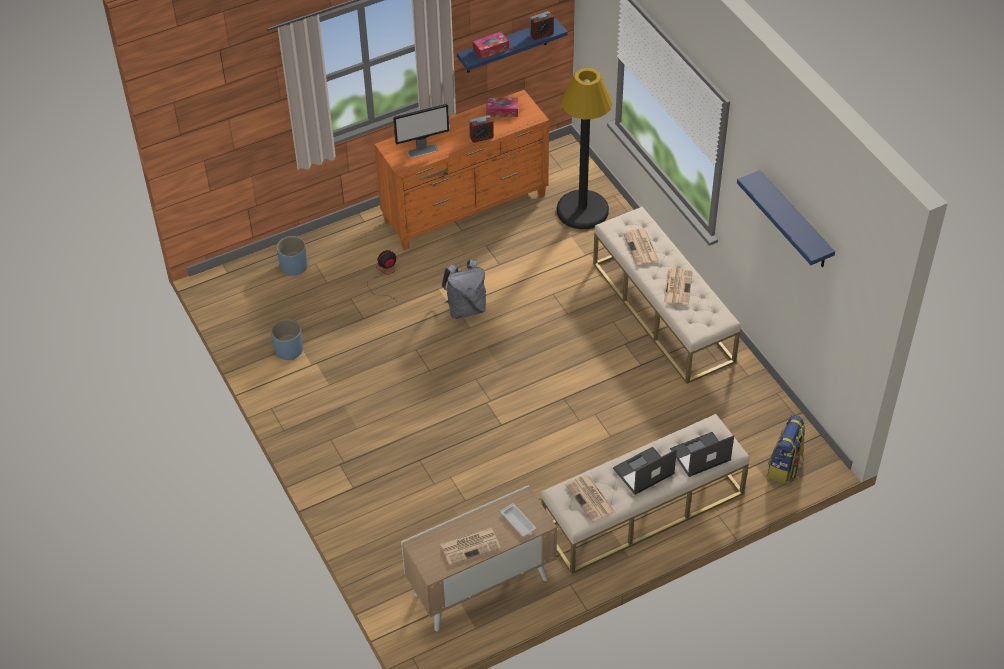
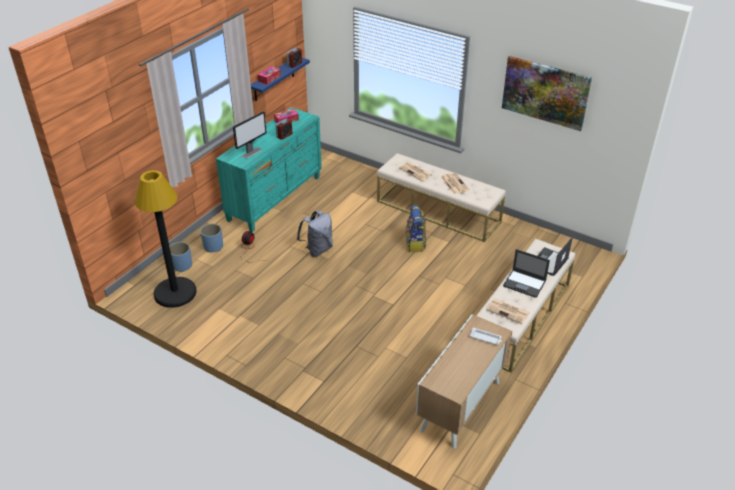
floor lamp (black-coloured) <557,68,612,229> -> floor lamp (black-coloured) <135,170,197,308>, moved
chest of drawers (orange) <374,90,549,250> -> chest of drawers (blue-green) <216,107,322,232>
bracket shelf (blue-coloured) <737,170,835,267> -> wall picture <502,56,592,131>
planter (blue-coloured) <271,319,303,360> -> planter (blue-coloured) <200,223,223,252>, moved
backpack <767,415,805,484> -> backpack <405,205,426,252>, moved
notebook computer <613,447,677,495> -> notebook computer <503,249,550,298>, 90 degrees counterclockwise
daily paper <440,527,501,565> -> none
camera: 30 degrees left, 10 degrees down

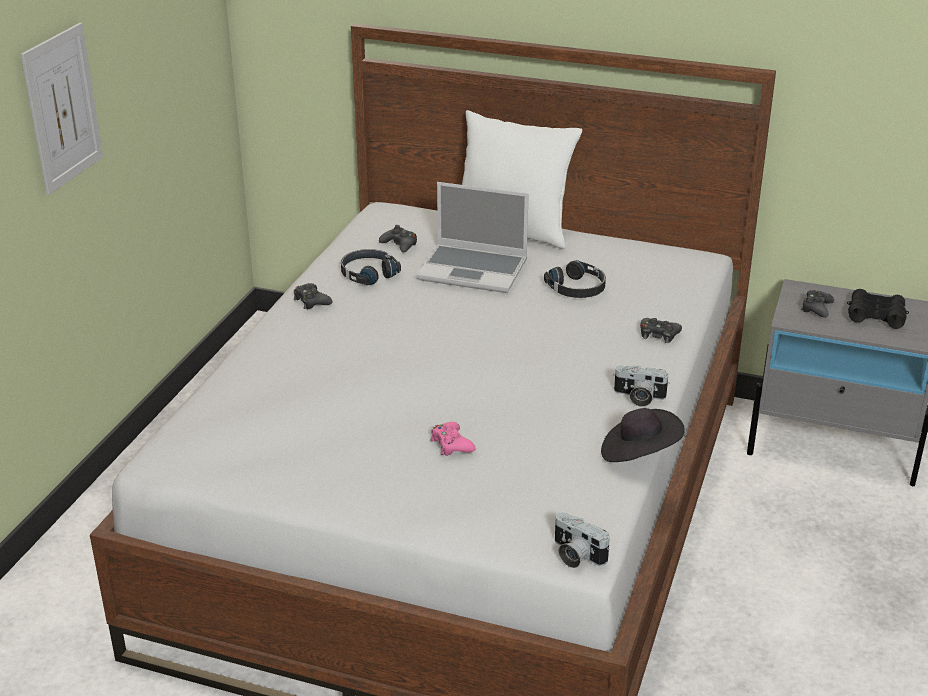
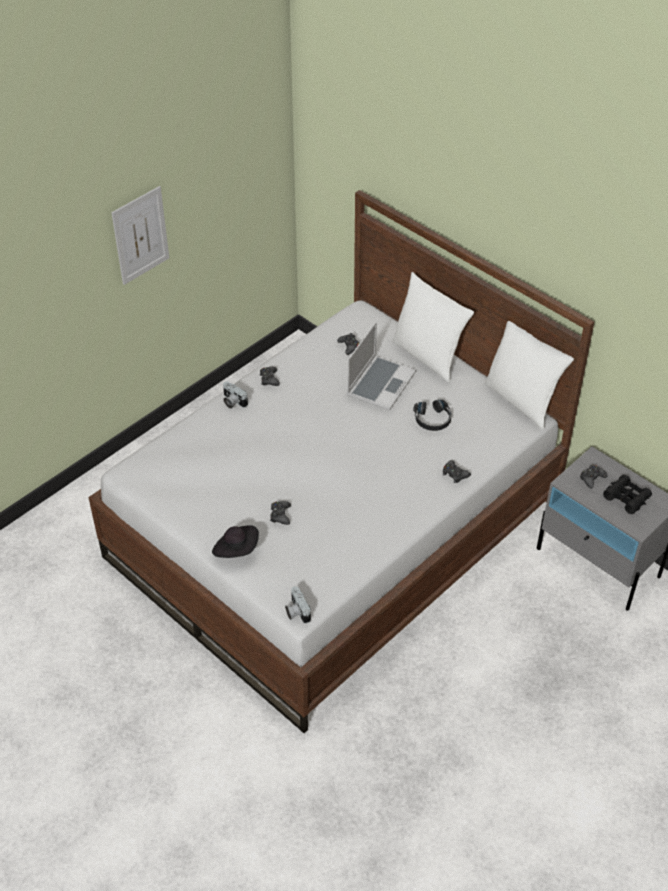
notebook computer <416,182,529,293> -> notebook computer <347,322,416,411>, 105 degrees counterclockwise
pair of headphones (black-coloured) <341,249,401,285> -> none
still camera <613,365,670,407> -> still camera <223,381,248,409>, moved
clothing hat (black-coloured) <601,408,685,462> -> clothing hat (black-coloured) <212,525,259,558>, moved
game controller (pink-coloured) <431,422,476,456> -> game controller (black-coloured) <270,501,291,525>
none -> throw pillow (white) <484,321,574,430>
camera: 25 degrees right, 15 degrees up

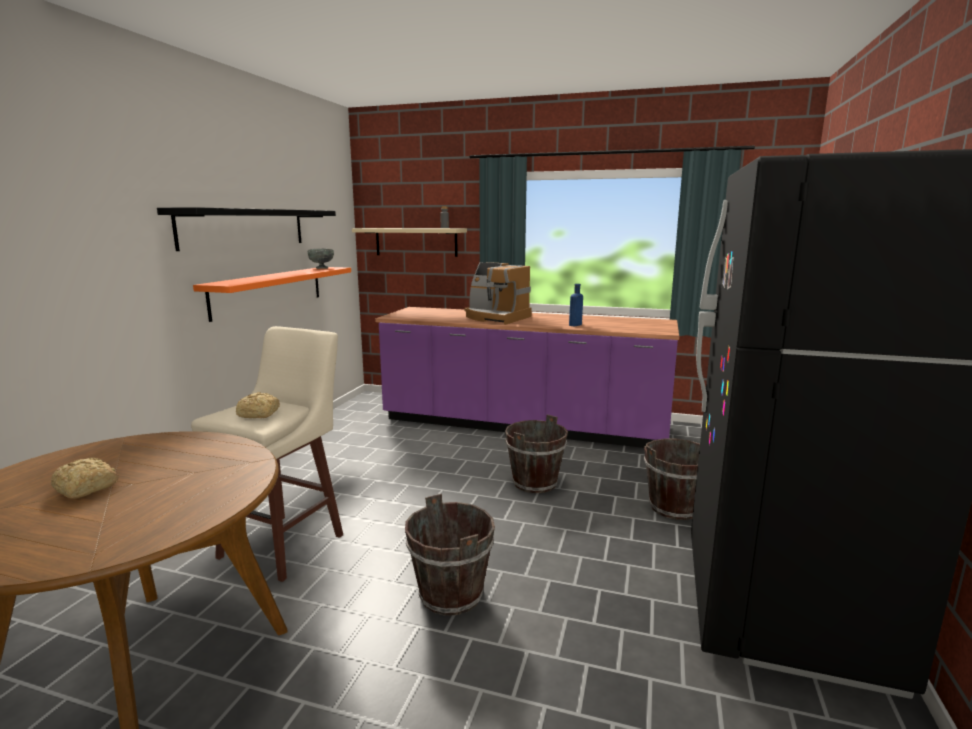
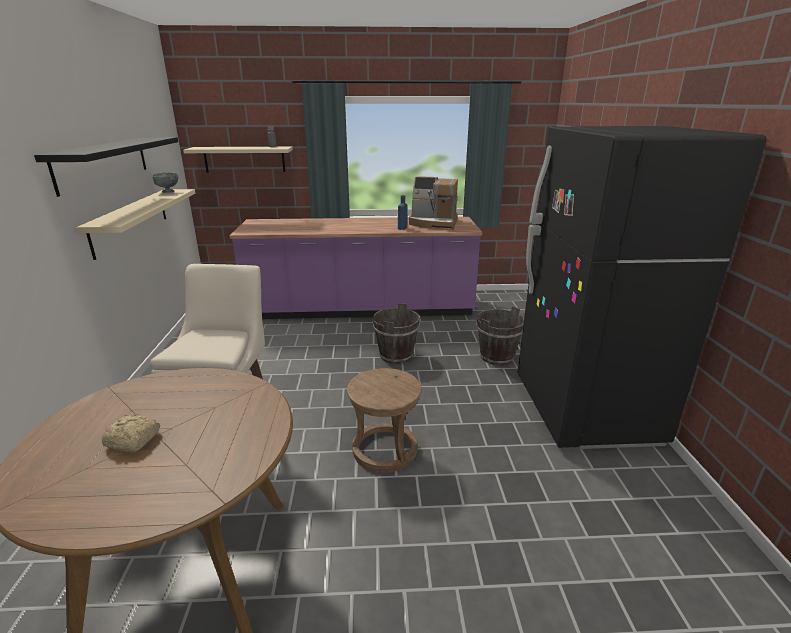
coffee brewer <465,262,532,325> -> coffee brewer <409,176,458,230>, moved
bracket shelf (orange) <193,267,351,322> -> bracket shelf (beige) <76,189,195,260>
bakery bread <236,392,280,418> -> none
bucket (brown-coloured) <405,494,495,616> -> stool (brown-coloured) <347,368,422,473>
camera: 20 degrees left, 10 degrees up

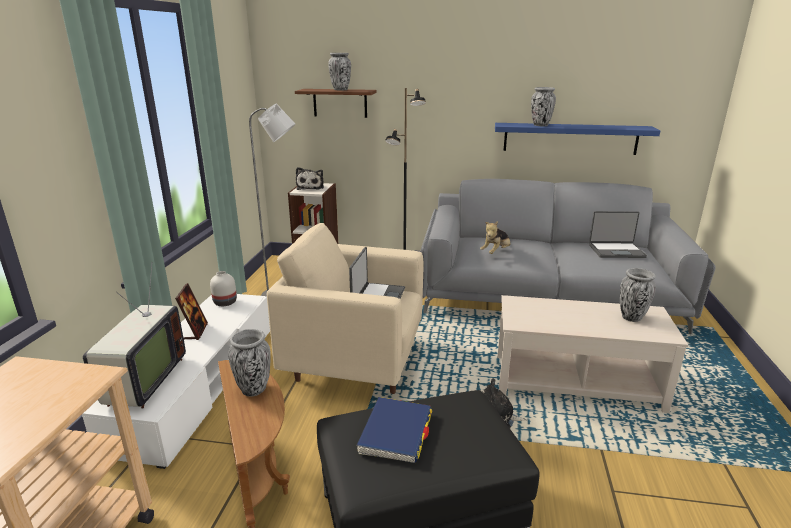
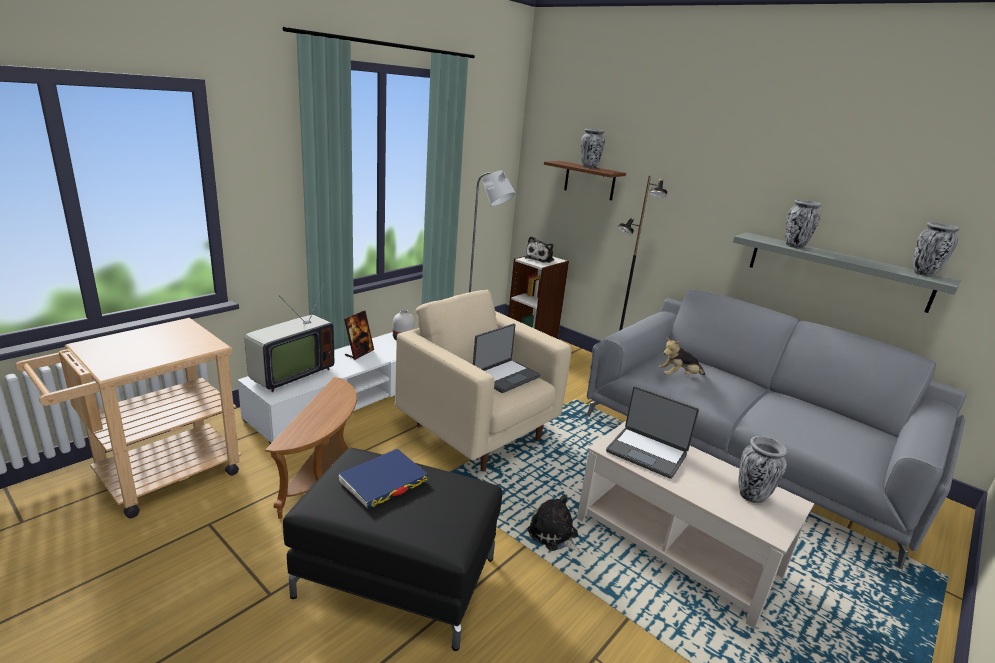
bracket shelf (blue-coloured) <495,123,660,155> -> bracket shelf (gray) <733,232,961,313>
notebook computer <589,211,647,258> -> notebook computer <606,386,699,479>, moved
vase <228,329,271,397> -> vase <913,222,960,277>, moved
camera: 30 degrees right, 0 degrees up

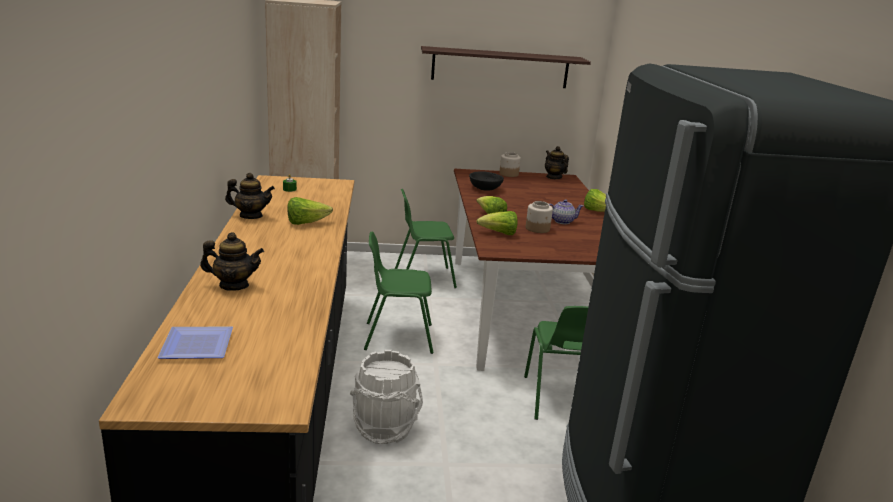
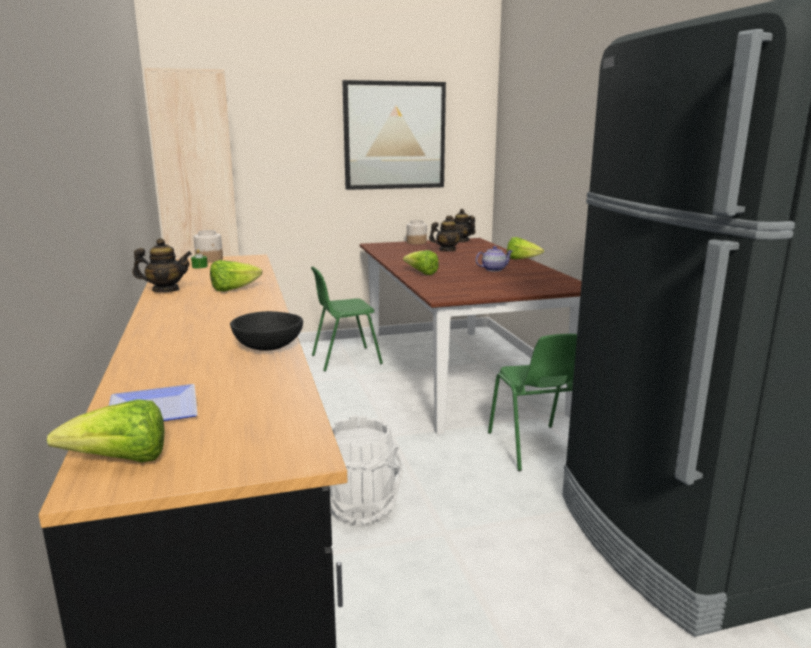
bracket shelf <421,46,591,88> -> wall picture <342,80,446,190>
serving bowl (black-coloured) <469,171,504,191> -> serving bowl (black-coloured) <230,311,303,351>, moved
jar <526,201,553,233> -> jar <194,230,223,262>, moved
lettuce head <476,211,518,235> -> lettuce head <47,399,164,462>, moved
chair (green-coloured) <364,231,434,354> -> none
teapot <200,232,264,291> -> teapot <429,216,466,251>, moved
camera: 10 degrees left, 5 degrees down

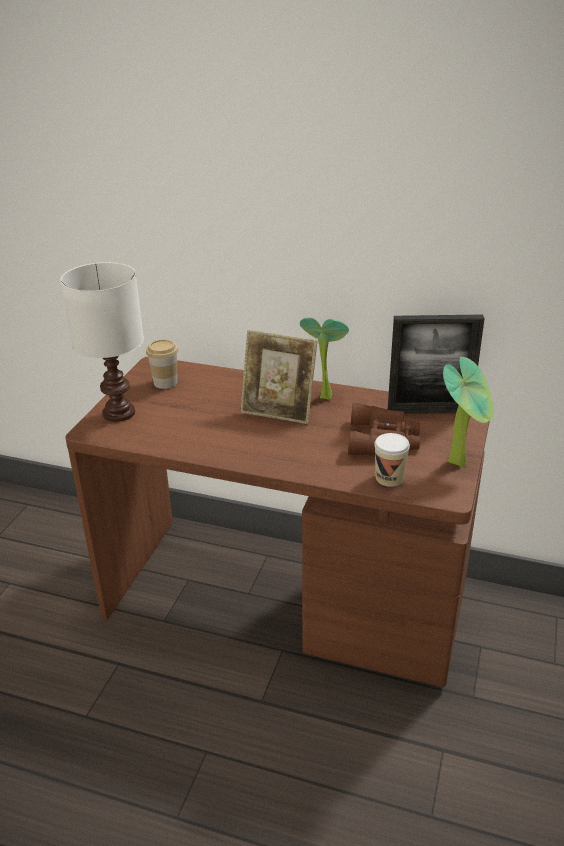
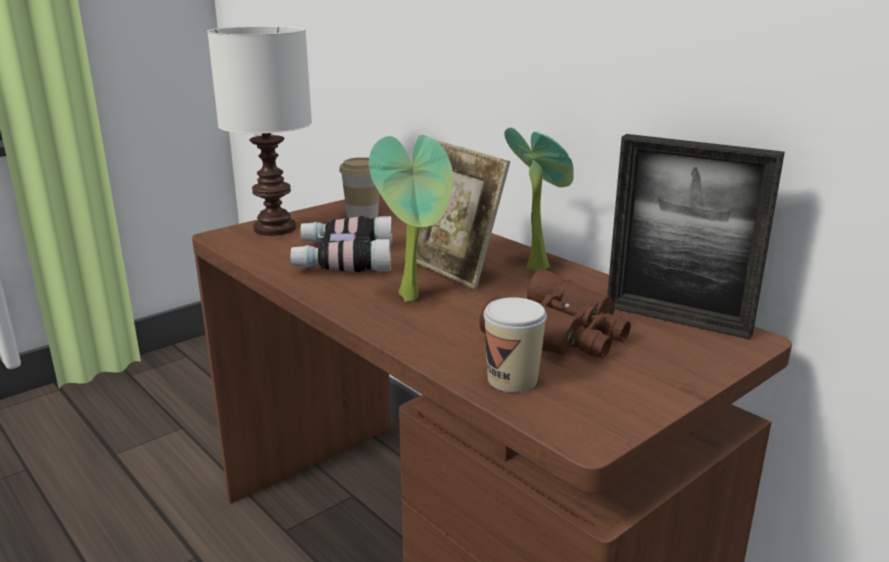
houseplant <443,357,494,468> -> houseplant <369,135,453,302>, moved
none -> field glasses <290,216,392,272>
camera: 30 degrees right, 10 degrees down

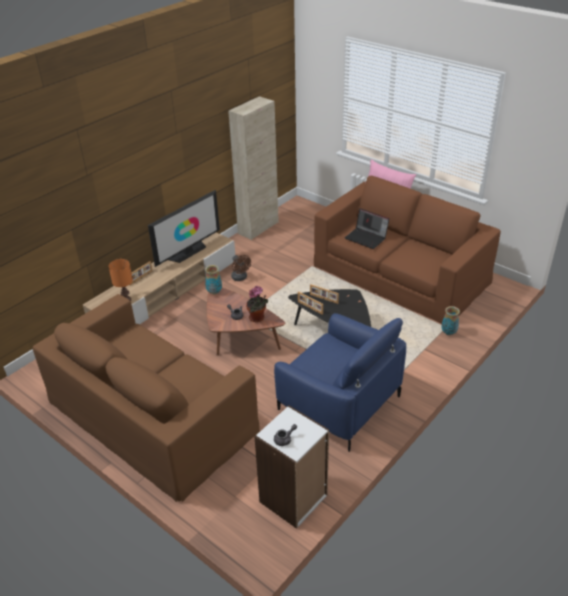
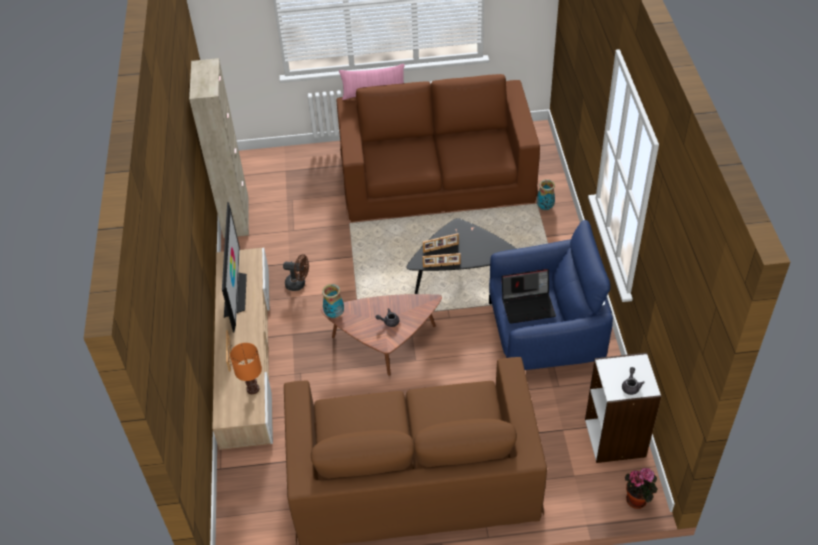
notebook computer <345,208,389,249> -> notebook computer <502,269,556,324>, moved
houseplant <246,286,268,322> -> houseplant <625,468,658,509>, moved
camera: 45 degrees left, 10 degrees up

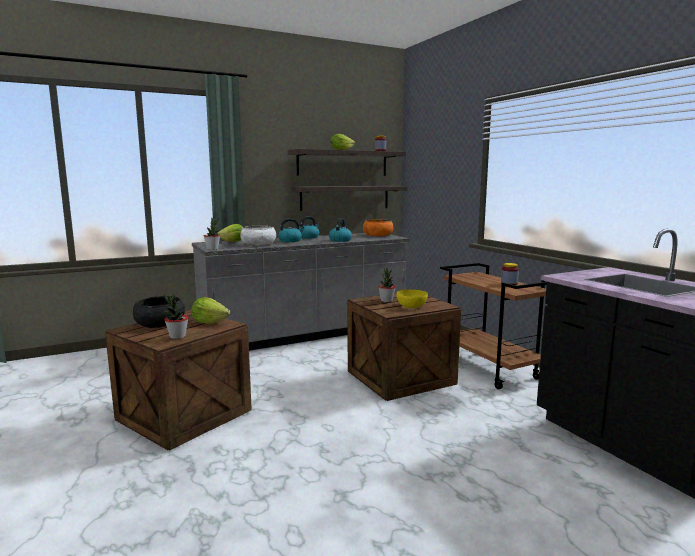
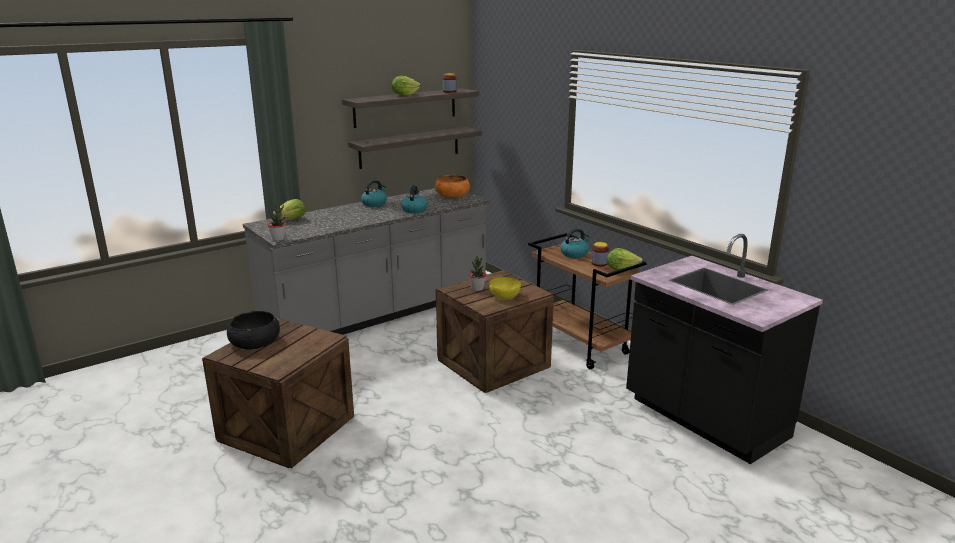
kettle <278,219,305,242> -> kettle <560,228,589,258>, moved
serving bowl (white) <240,226,276,246> -> none
houseplant <164,294,188,339> -> none
lettuce head <191,297,230,324> -> lettuce head <607,248,643,272>, moved
camera: 10 degrees left, 10 degrees up

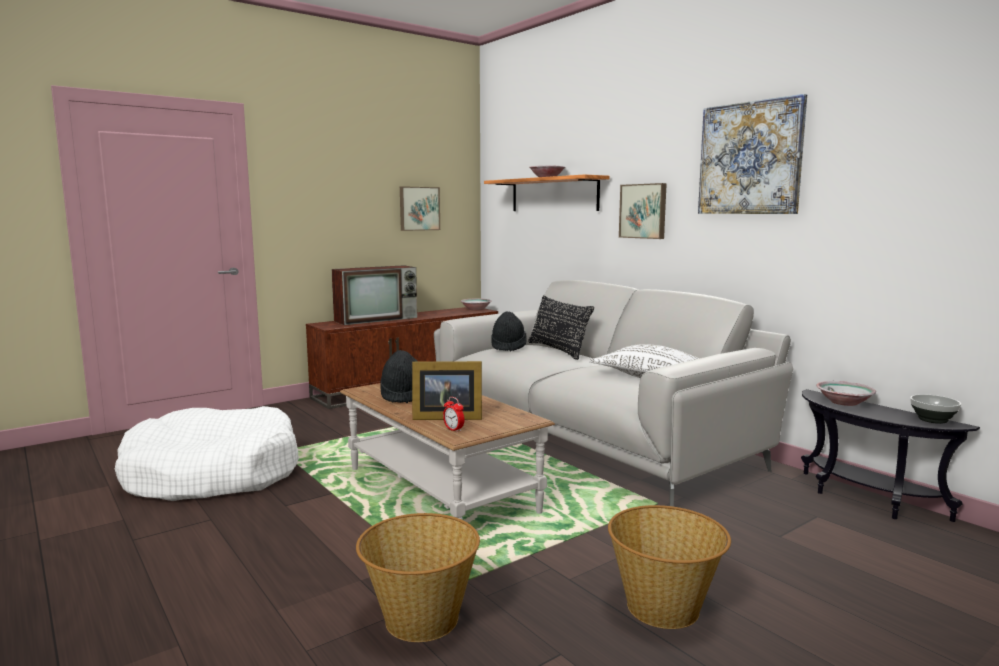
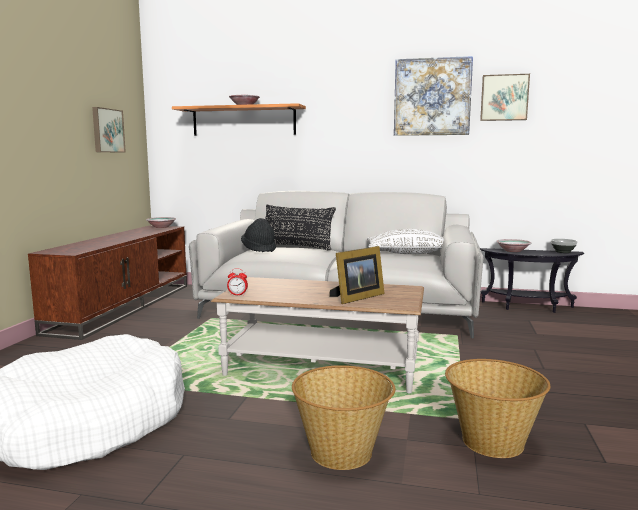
wall picture <619,183,667,239> -> wall picture <480,74,530,121>, moved
television <332,265,417,325> -> none
clothing hat (black-coloured) <380,350,418,403> -> none
bedside clock <443,397,465,432> -> bedside clock <227,269,248,296>, moved
basket <608,505,731,629> -> basket <292,365,395,470>, moved
camera: 40 degrees left, 0 degrees up

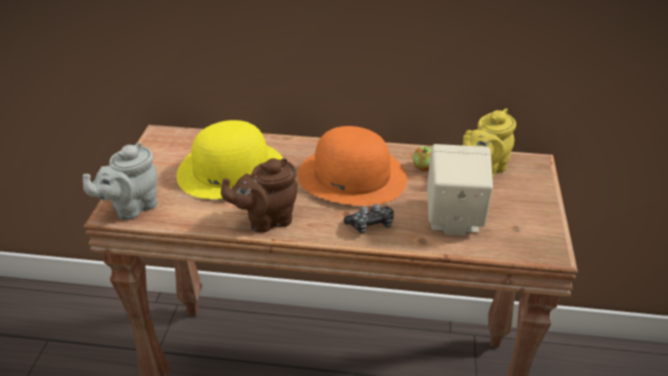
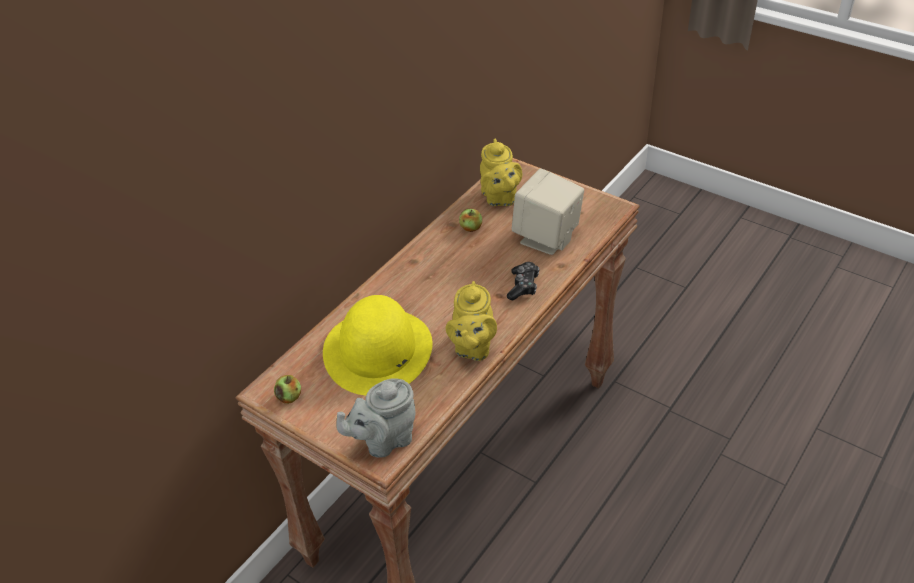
clothing hat (orange) <298,126,407,206> -> none
teapot (gray) <83,142,157,220> -> teapot (gray) <336,378,415,458>, 75 degrees clockwise
teapot (brown-coloured) <221,158,298,232> -> teapot (yellow) <446,281,497,361>
none -> apple <274,375,301,404>
camera: 60 degrees left, 5 degrees up

